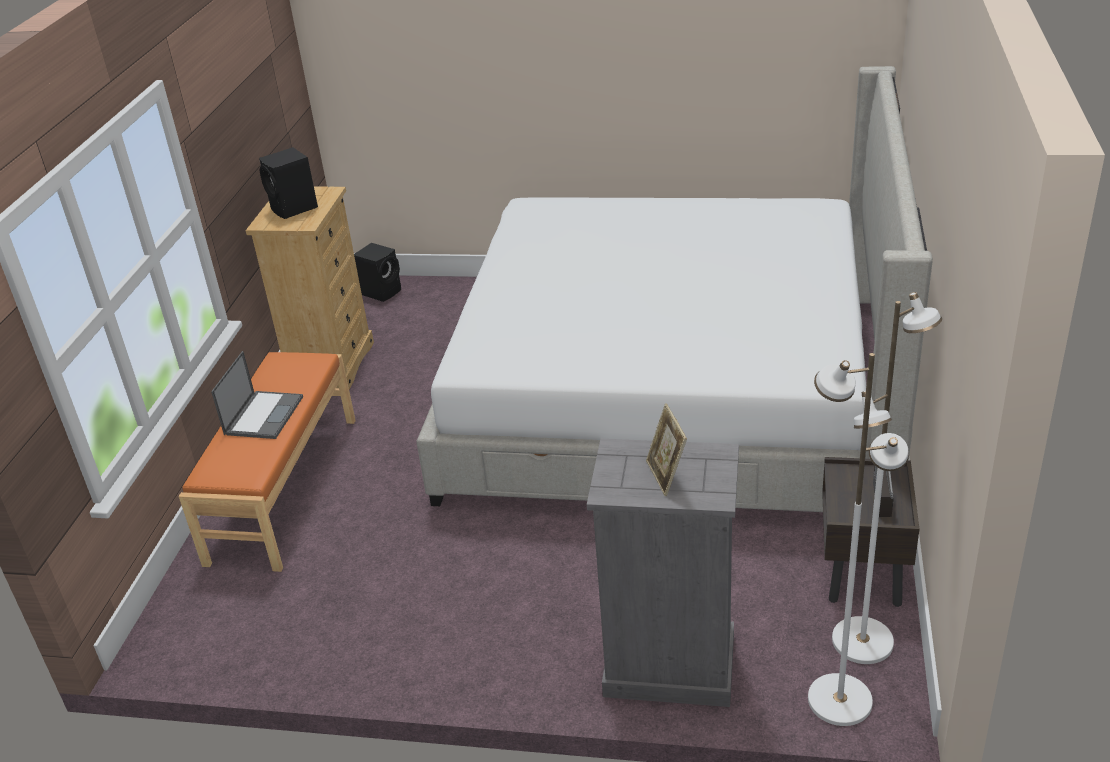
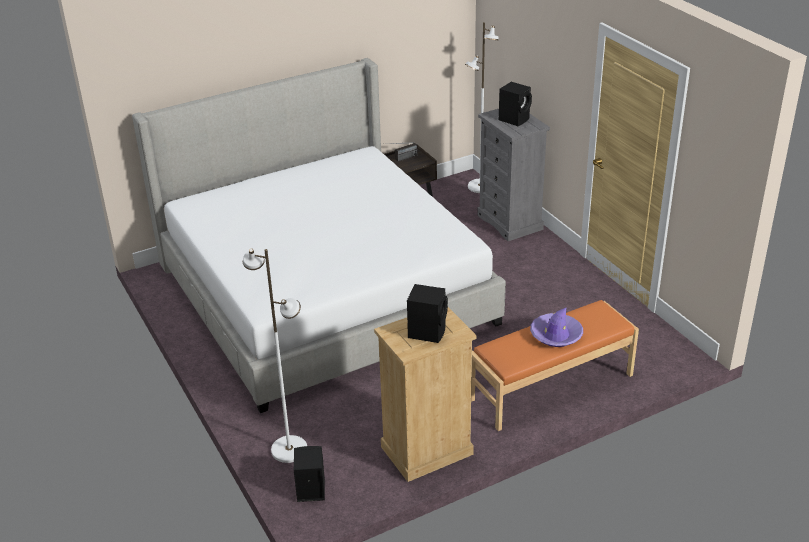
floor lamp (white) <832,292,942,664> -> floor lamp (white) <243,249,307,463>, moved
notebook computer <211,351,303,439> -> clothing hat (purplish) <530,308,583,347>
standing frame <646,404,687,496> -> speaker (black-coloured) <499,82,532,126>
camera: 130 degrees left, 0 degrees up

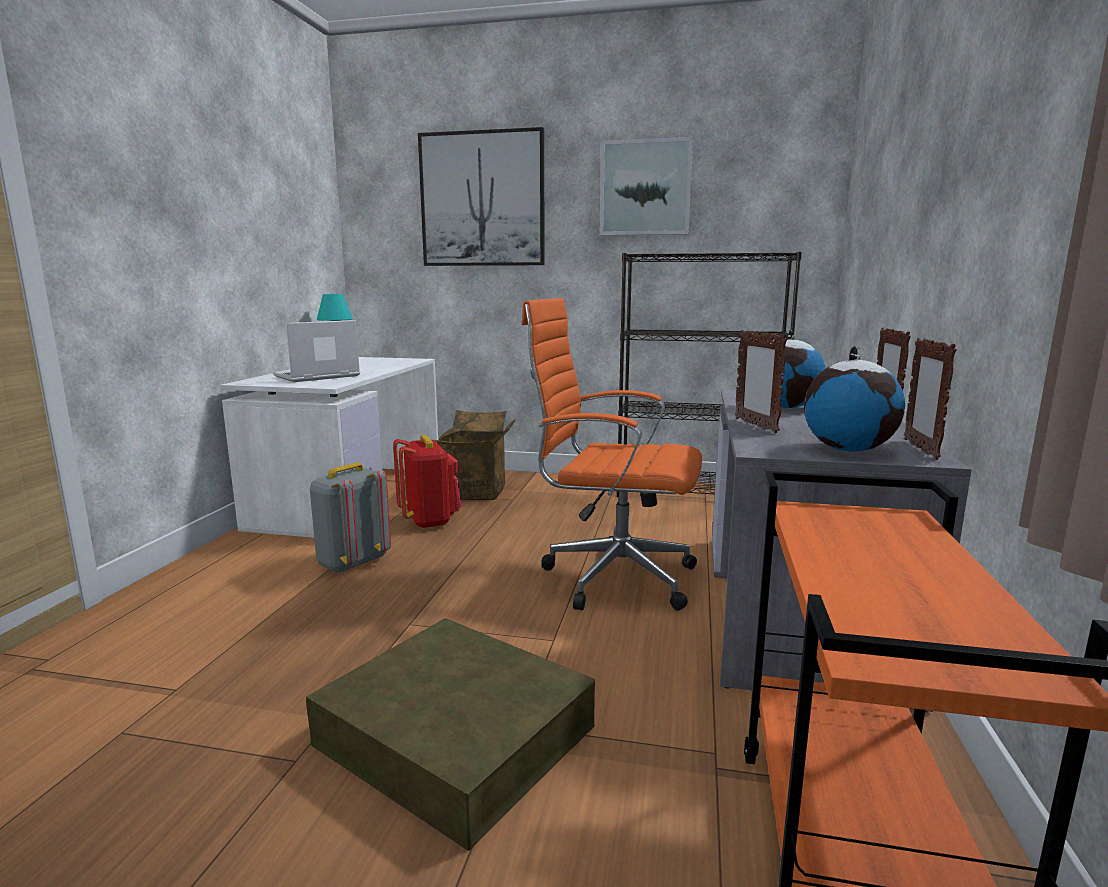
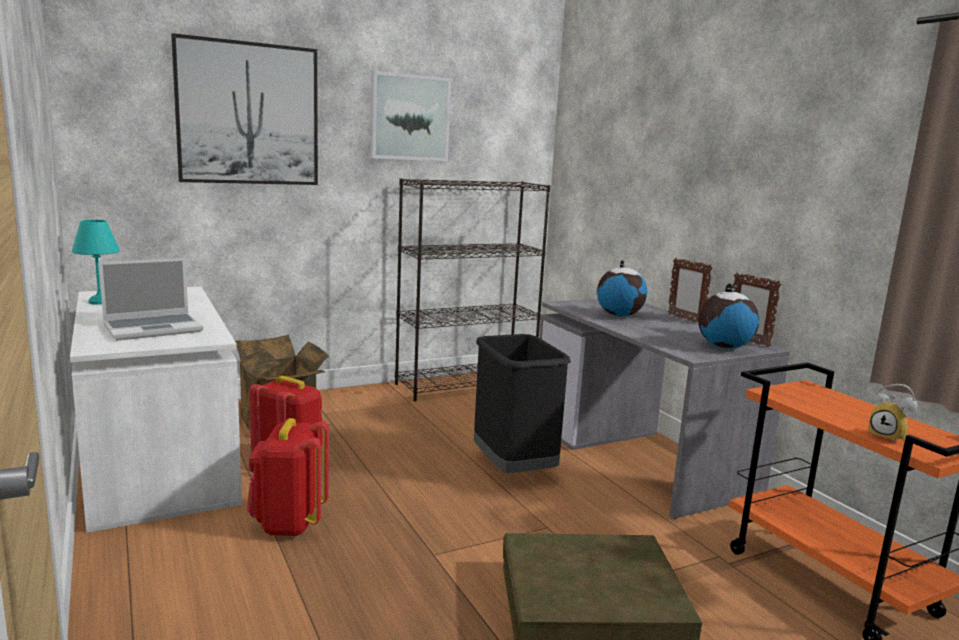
computer chair (orange) <521,298,702,611> -> rubbish bin (black-coloured) <474,334,571,473>
notebook computer <273,320,360,382> -> notebook computer <99,258,203,341>, 135 degrees counterclockwise
standing frame <735,330,788,433> -> none
backpack (gray) <310,463,391,573> -> backpack (red) <247,418,329,536>
none -> bedside clock <868,384,917,443>
camera: 40 degrees left, 0 degrees up

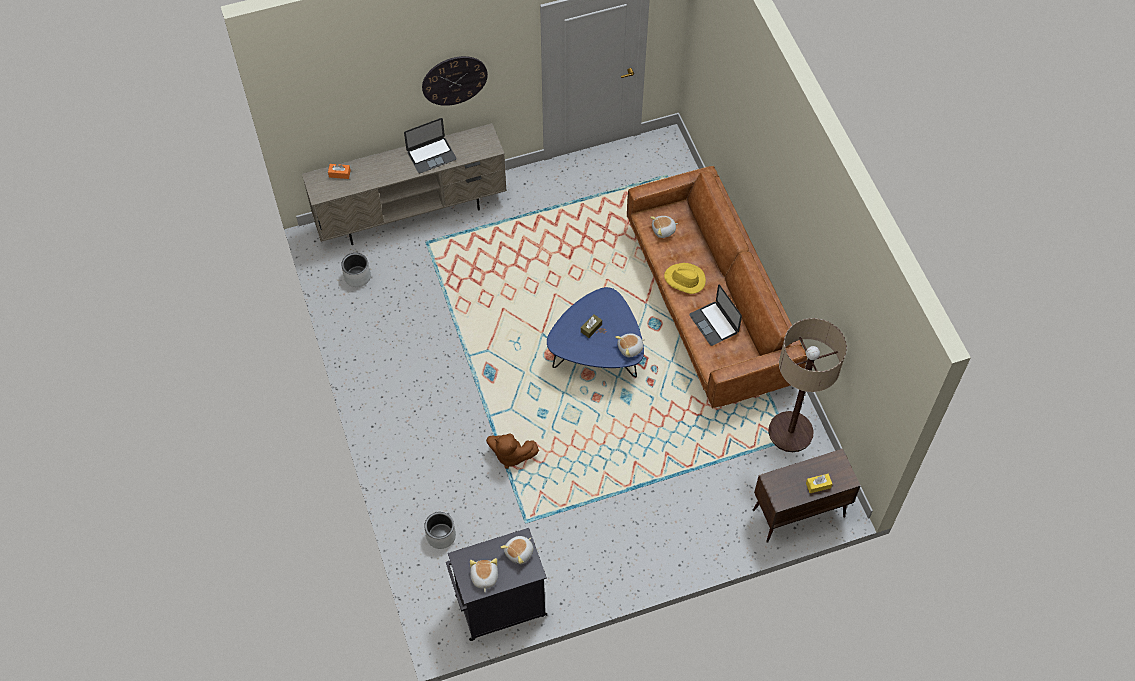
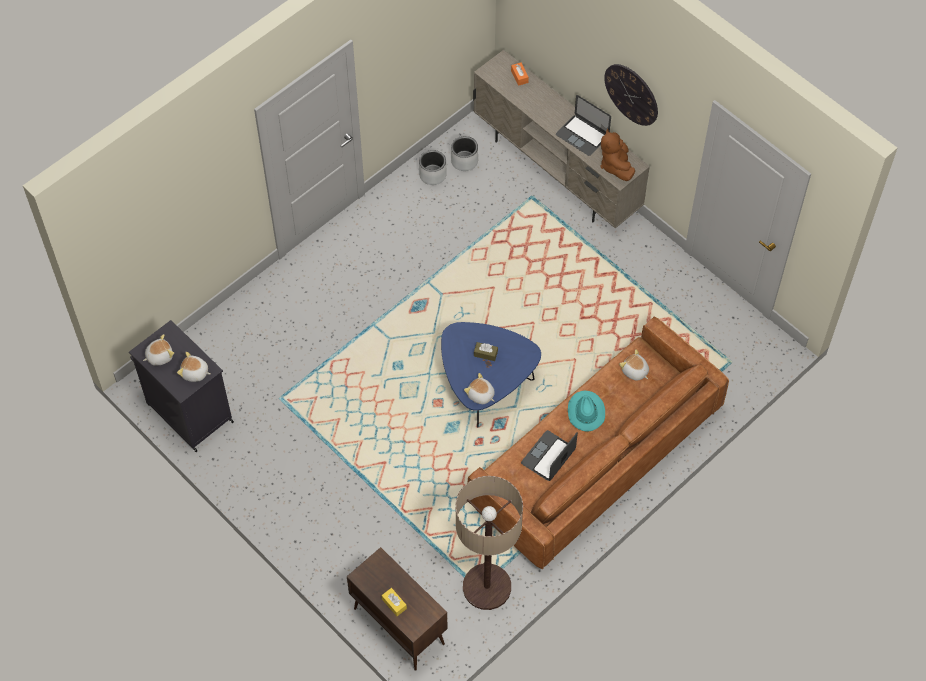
clothing hat (yellow) <664,263,706,294> -> clothing hat (blue-green) <568,390,605,432>
soft toy (brown-coloured) <486,433,539,469> -> soft toy (brown-coloured) <601,129,635,181>, moved
planter (gray) <424,512,456,549> -> planter (gray) <419,150,447,185>, moved
camera: 65 degrees right, 0 degrees up

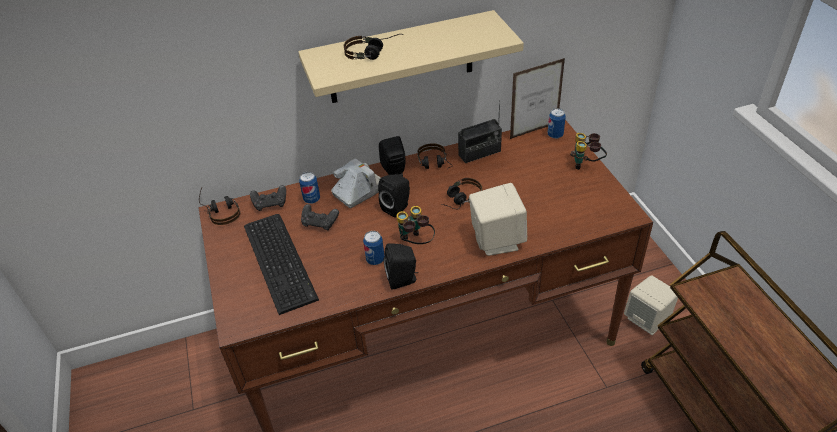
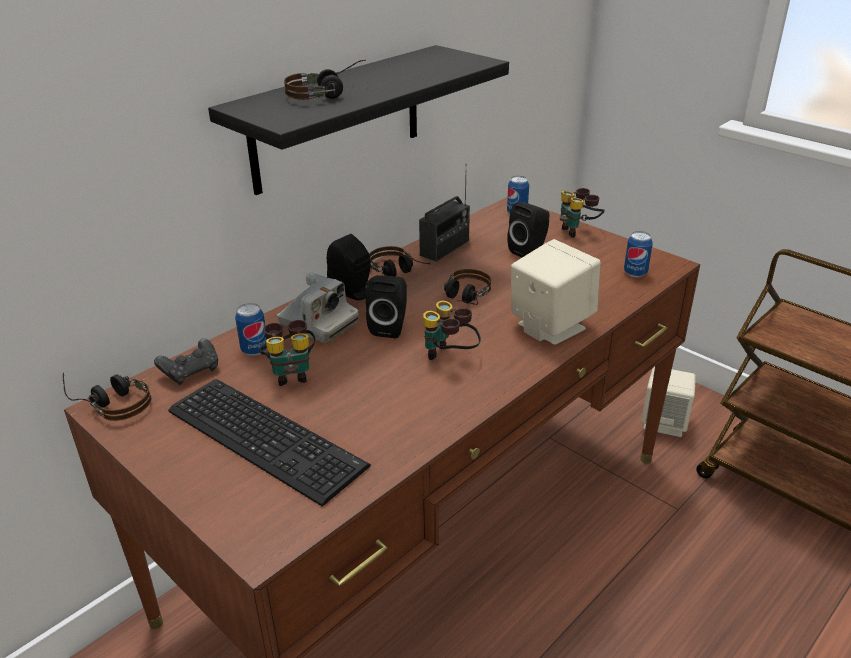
bracket shelf (beige) <298,10,524,103> -> bracket shelf (black-coloured) <208,45,509,195>
standing frame <510,58,565,139> -> none
still camera <331,158,380,208> -> still camera <277,272,358,343>, 105 degrees clockwise
game controller (black-coloured) <301,204,339,230> -> field glasses <260,320,316,386>
sealed can <363,231,385,265> -> sealed can <624,231,653,277>, moved
speaker (black-coloured) <384,243,418,290> -> speaker (black-coloured) <507,202,549,258>, moved
camera: 30 degrees left, 10 degrees down

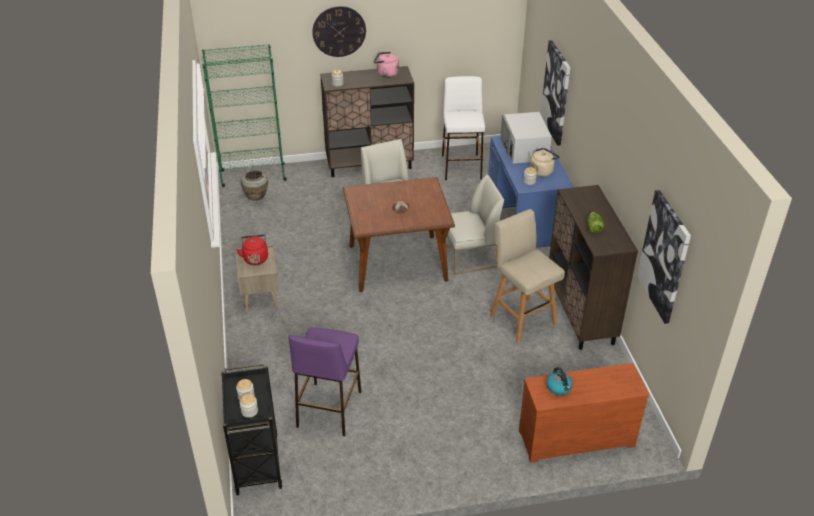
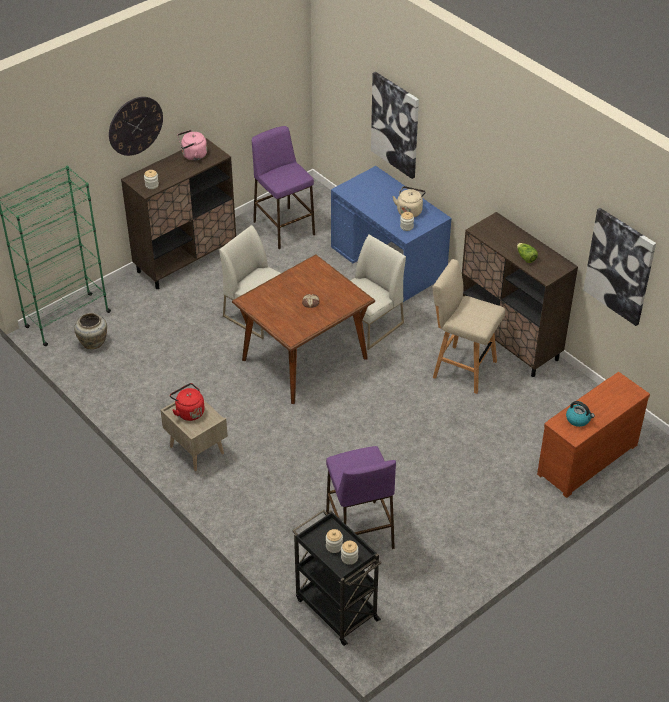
stool (white) <442,76,485,180> -> stool (purplish) <252,126,315,249>
microwave (white) <500,112,552,164> -> none
camera: 30 degrees left, 5 degrees up

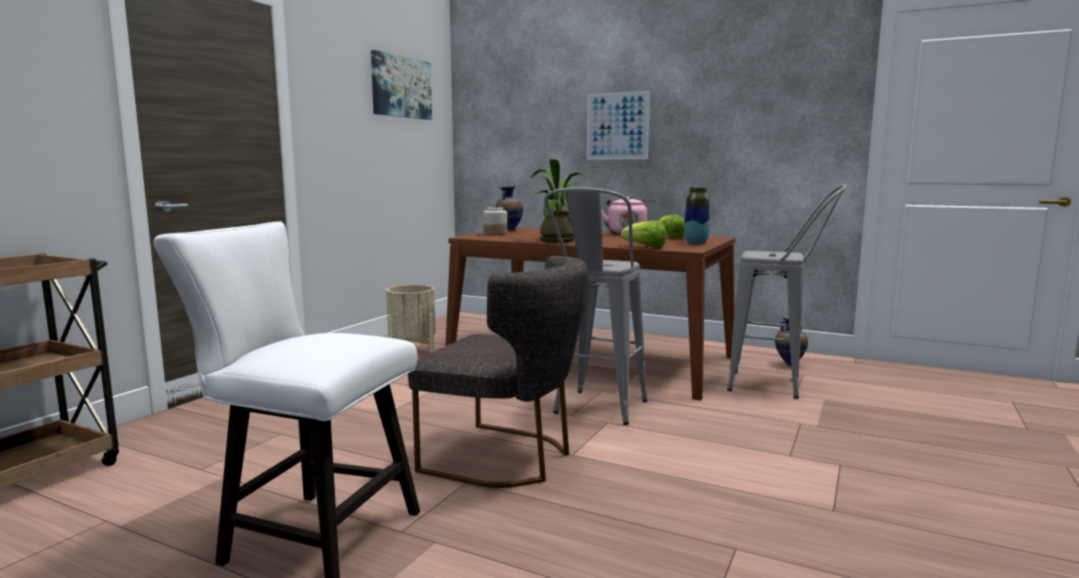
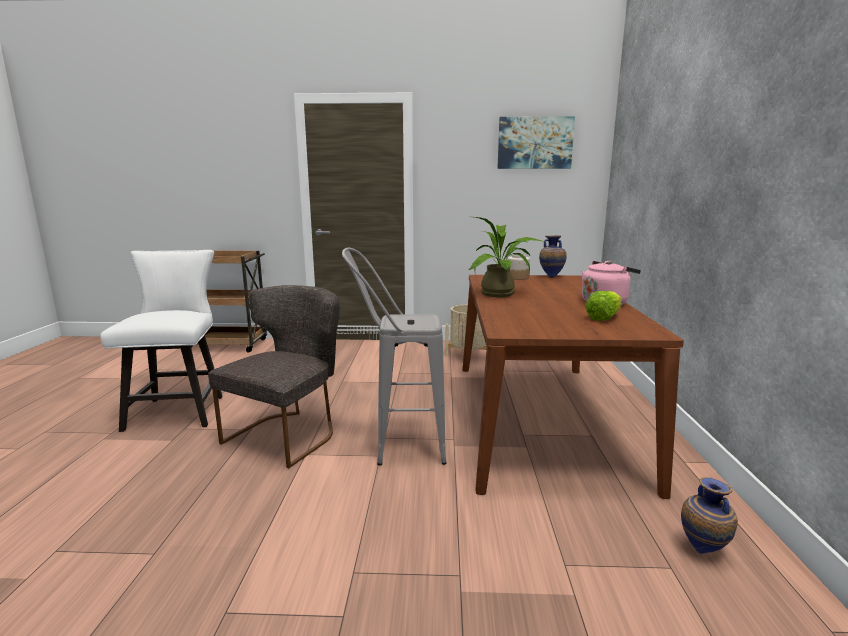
wall picture <587,91,650,160> -> none
stool (gray) <727,184,847,399> -> none
vase <684,187,710,244> -> none
lettuce head <621,221,667,248> -> none
chair (gray) <408,256,588,488> -> chair (gray) <208,285,340,468>, 150 degrees counterclockwise
camera: 65 degrees right, 5 degrees up

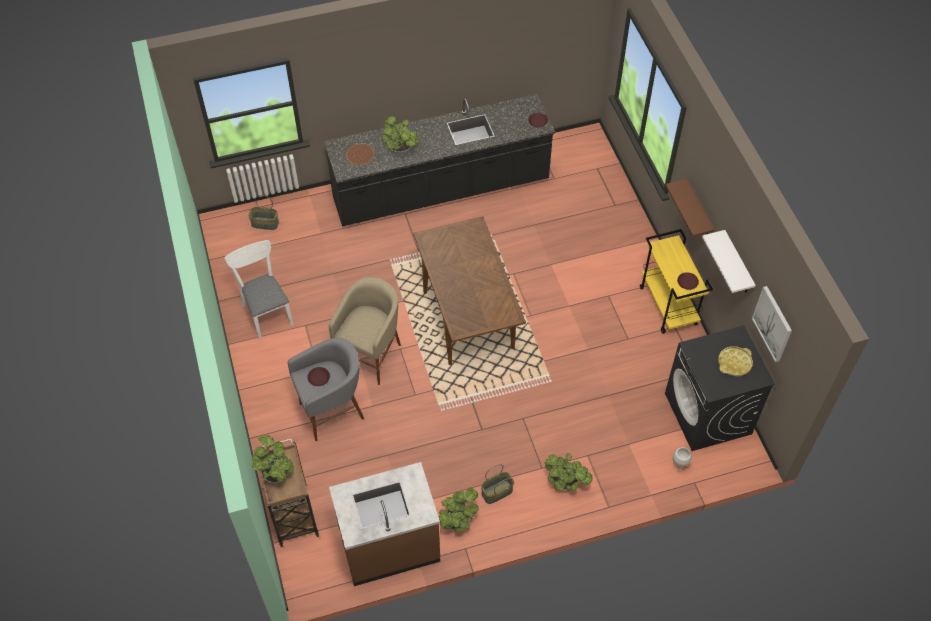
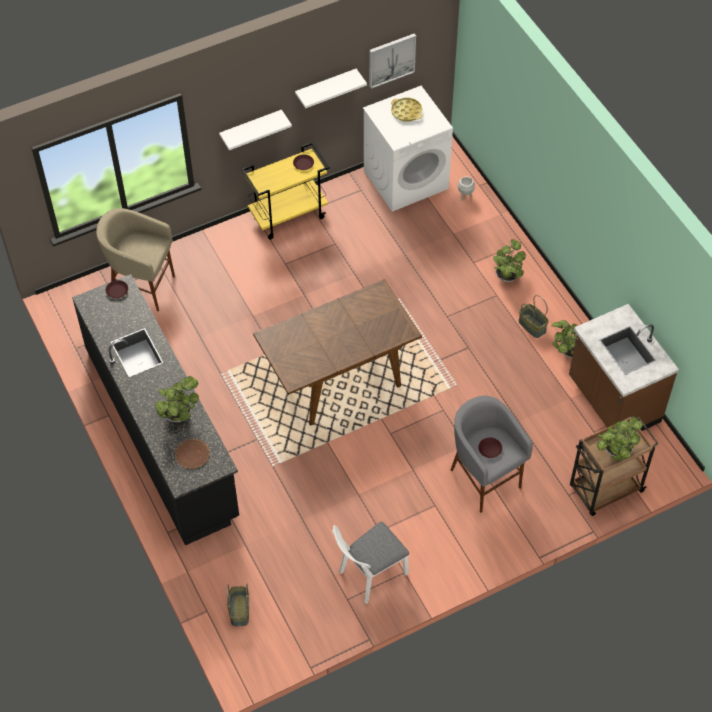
bracket shelf (brown-coloured) <666,179,715,237> -> bracket shelf (white) <219,110,292,150>
stool (beige) <329,277,401,385> -> stool (beige) <96,208,175,311>, moved
washing machine (black-coloured) <665,325,775,451> -> washing machine (white) <363,86,453,212>
camera: 100 degrees left, 0 degrees up

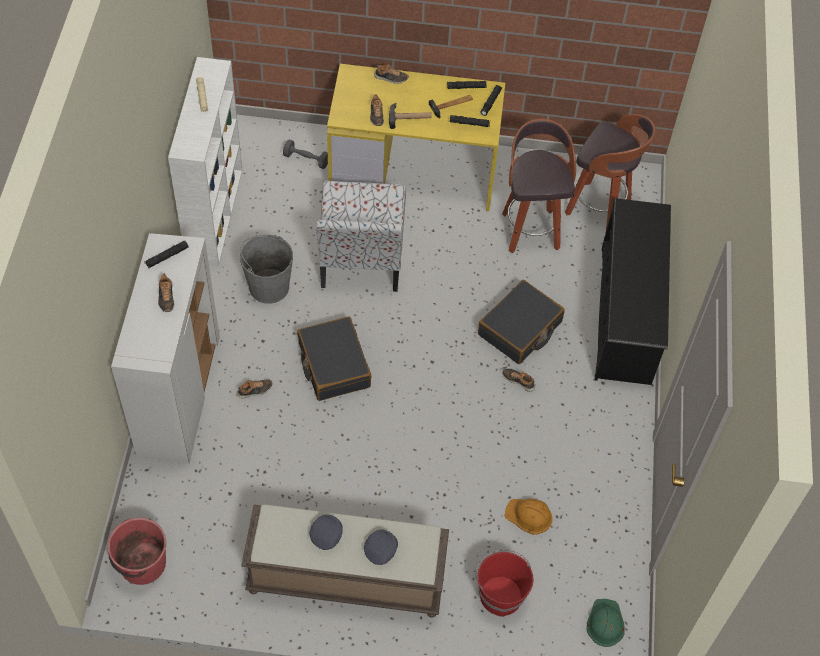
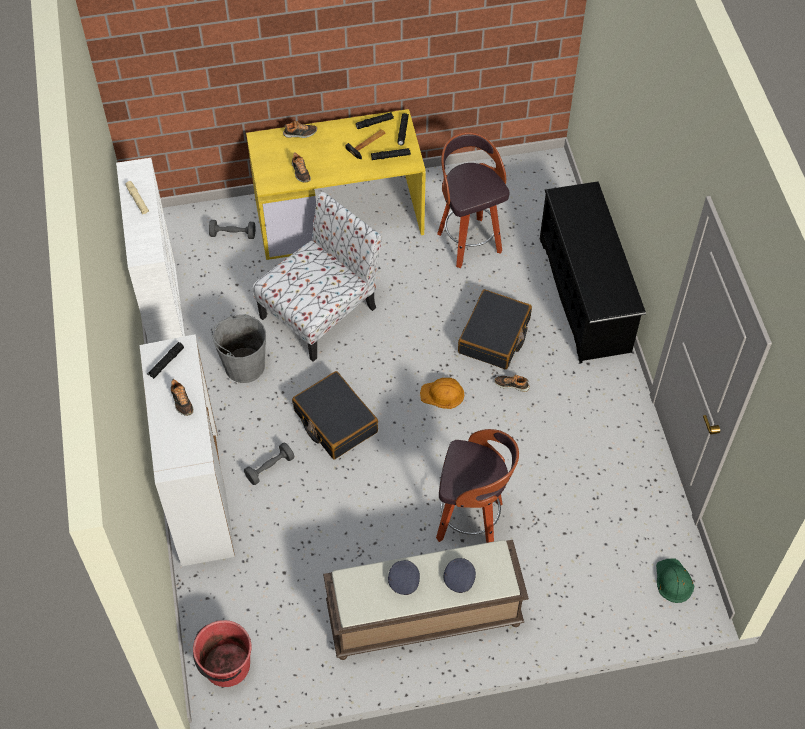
hammer <389,103,432,129> -> none
stool <565,114,656,229> -> stool <436,429,519,543>, moved
chair <316,181,406,292> -> chair <252,191,382,362>, 120 degrees counterclockwise
item of footwear <237,379,272,398> -> free weight (gray) <244,443,294,485>
work helmet (orange) <504,499,553,535> -> work helmet (orange) <420,378,464,409>, moved
bucket (red) <476,550,533,617> -> none
camera: 15 degrees left, 0 degrees up

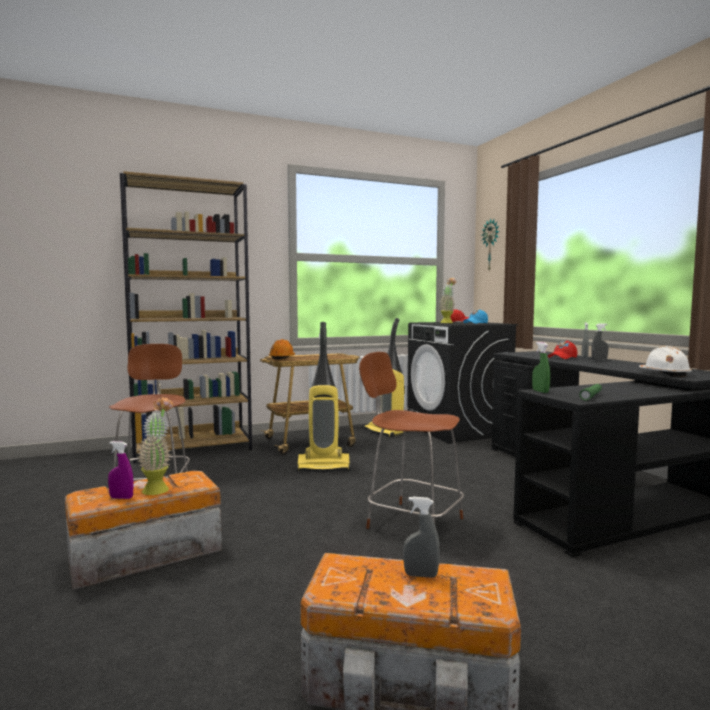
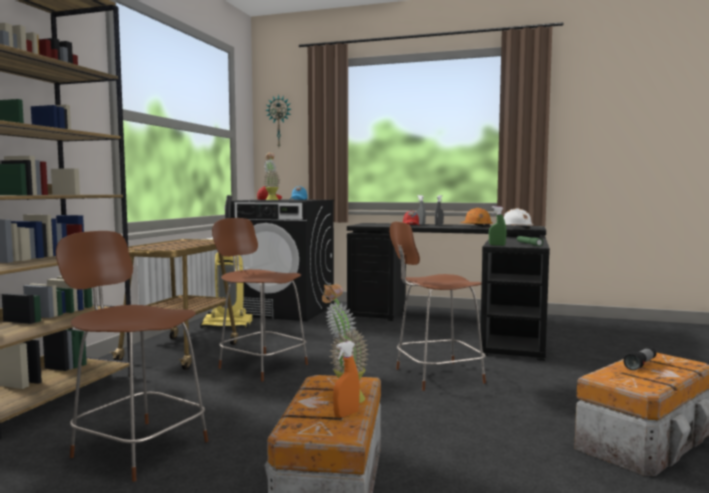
vacuum cleaner <296,322,351,473> -> stool (brown-coloured) <212,218,308,381>
work helmet (orange) <269,339,295,360> -> work helmet (orange) <460,208,493,228>, moved
hand sprayer (purplish) <108,441,134,499> -> hand sprayer (orange) <333,341,360,418>
hand sprayer (gray) <403,497,440,578> -> hand torch <624,347,656,370>
camera: 50 degrees left, 0 degrees up

